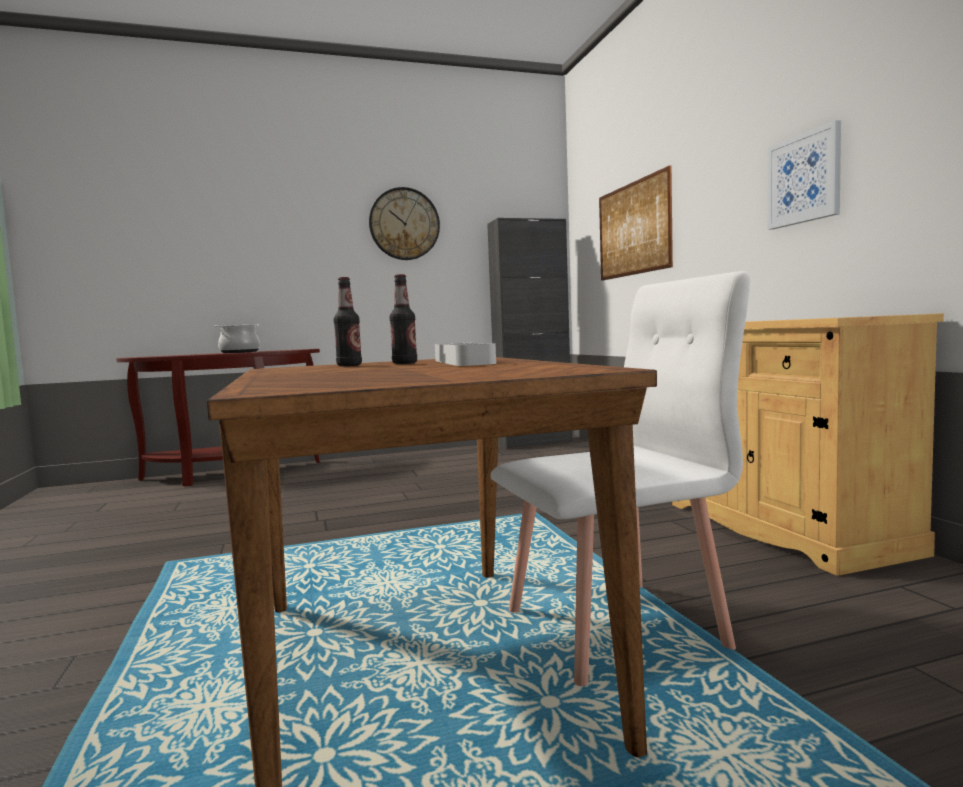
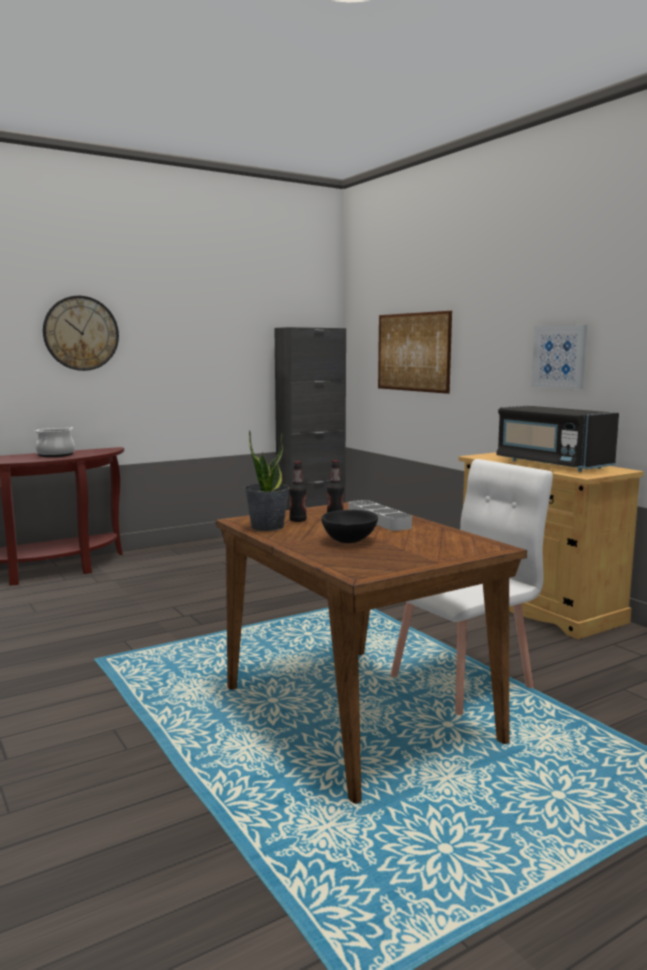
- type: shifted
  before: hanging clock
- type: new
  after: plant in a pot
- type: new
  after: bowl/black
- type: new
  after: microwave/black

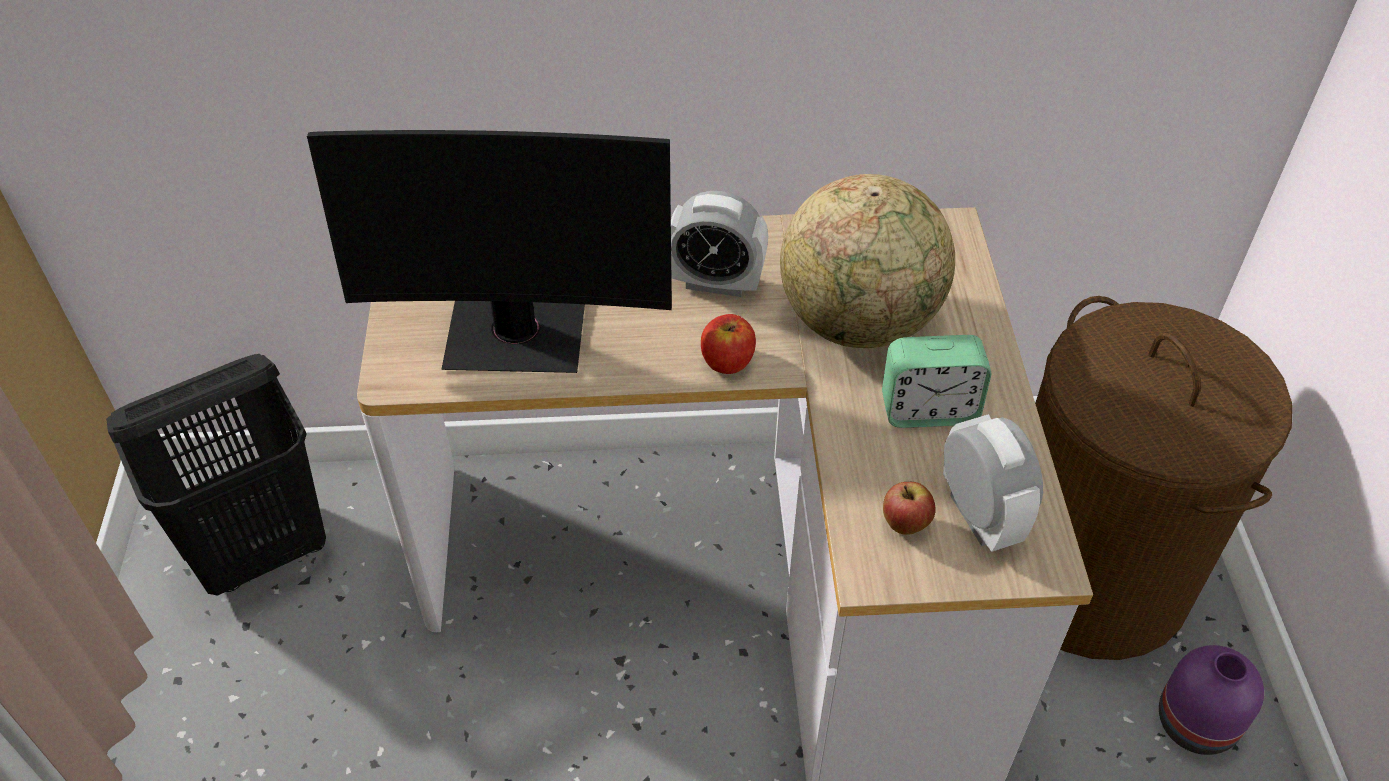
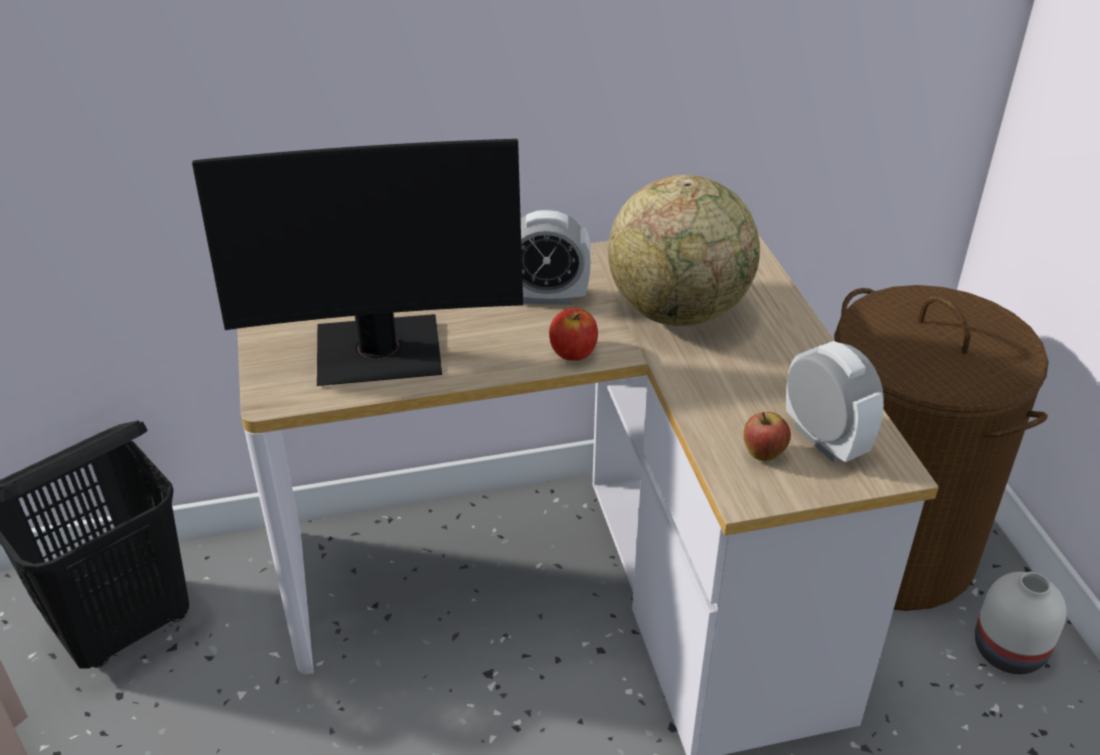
- type: gone
  before: alarm clock (no. 2 from left)
- type: repainted
  before: decorative vase/purple-coloured
  after: decorative vase/white-coloured

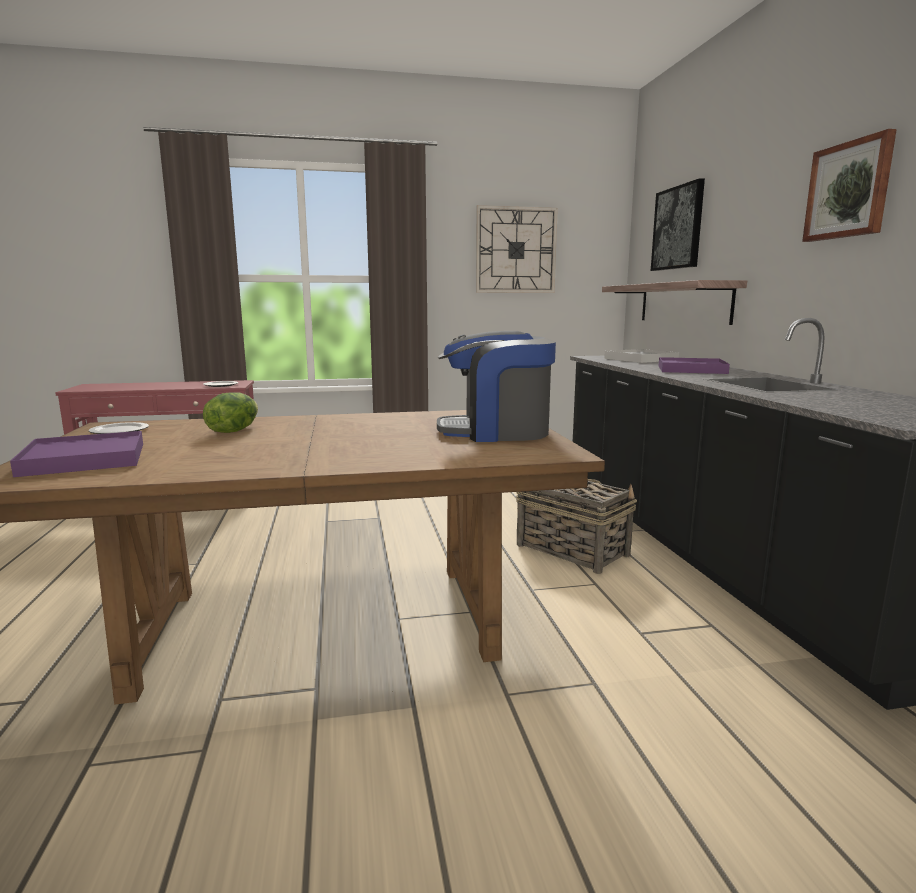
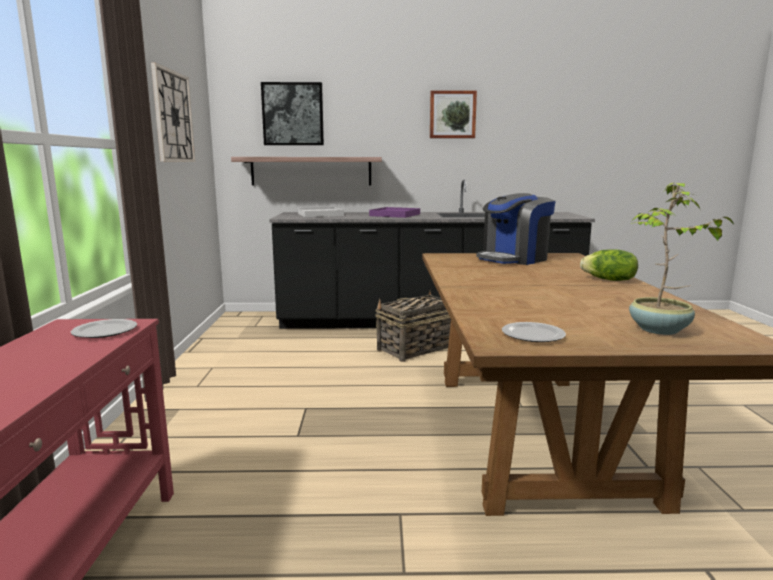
- type: swapped
  before: carrying tray/purple-coloured (no. 1 from left)
  after: plant in a pot
- type: shifted
  before: lettuce
- type: rotated
  before: coffee brewer
  turn: 45

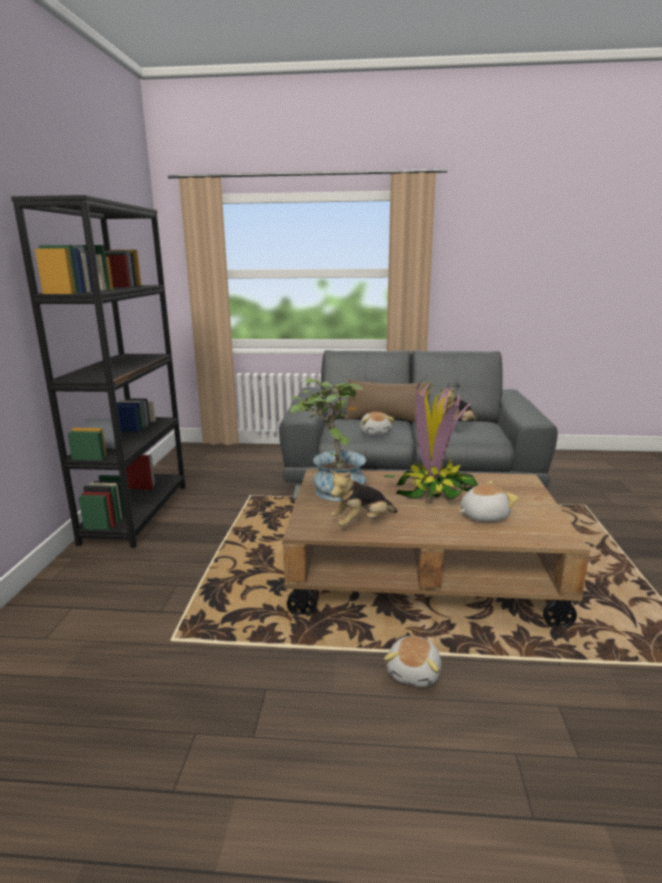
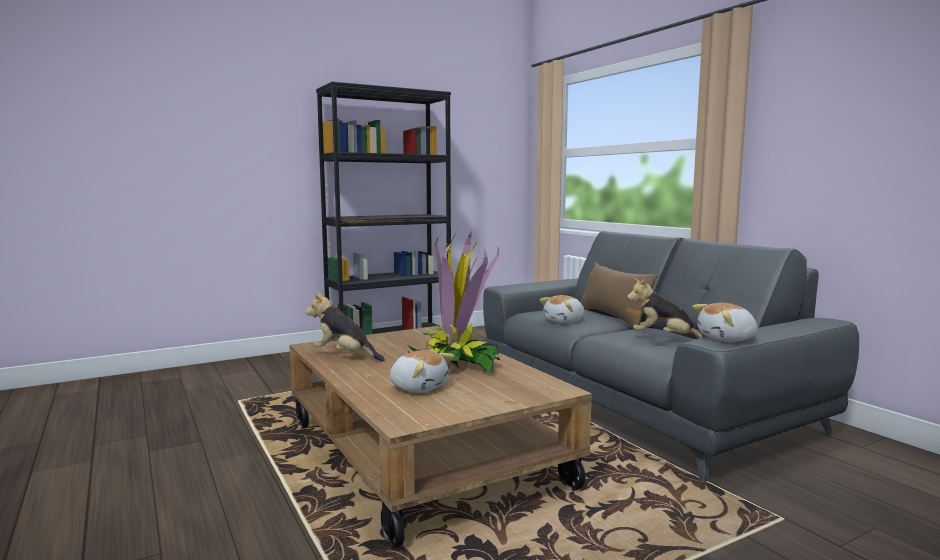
- type: gone
  before: plant in a pot (no. 1 from left)
- type: shifted
  before: cuddly toy (no. 3 from left in the first image)
  after: cuddly toy (no. 5 from left)

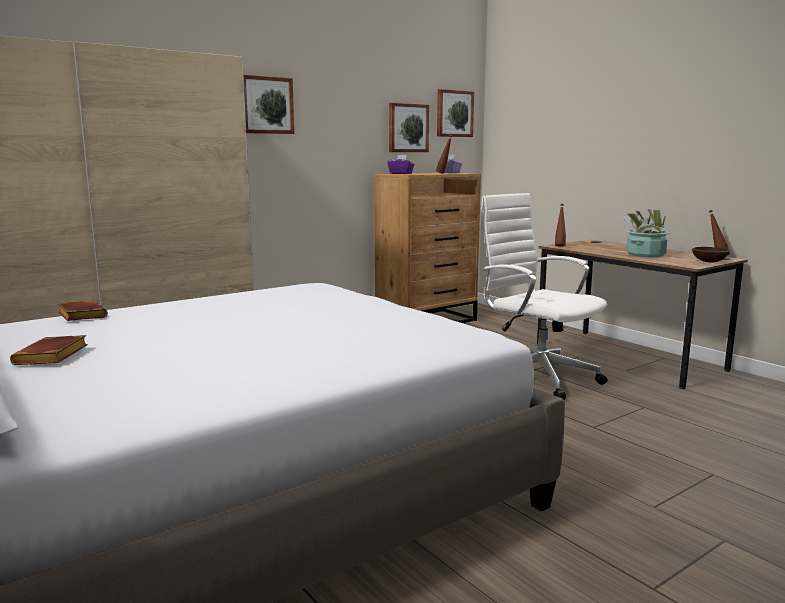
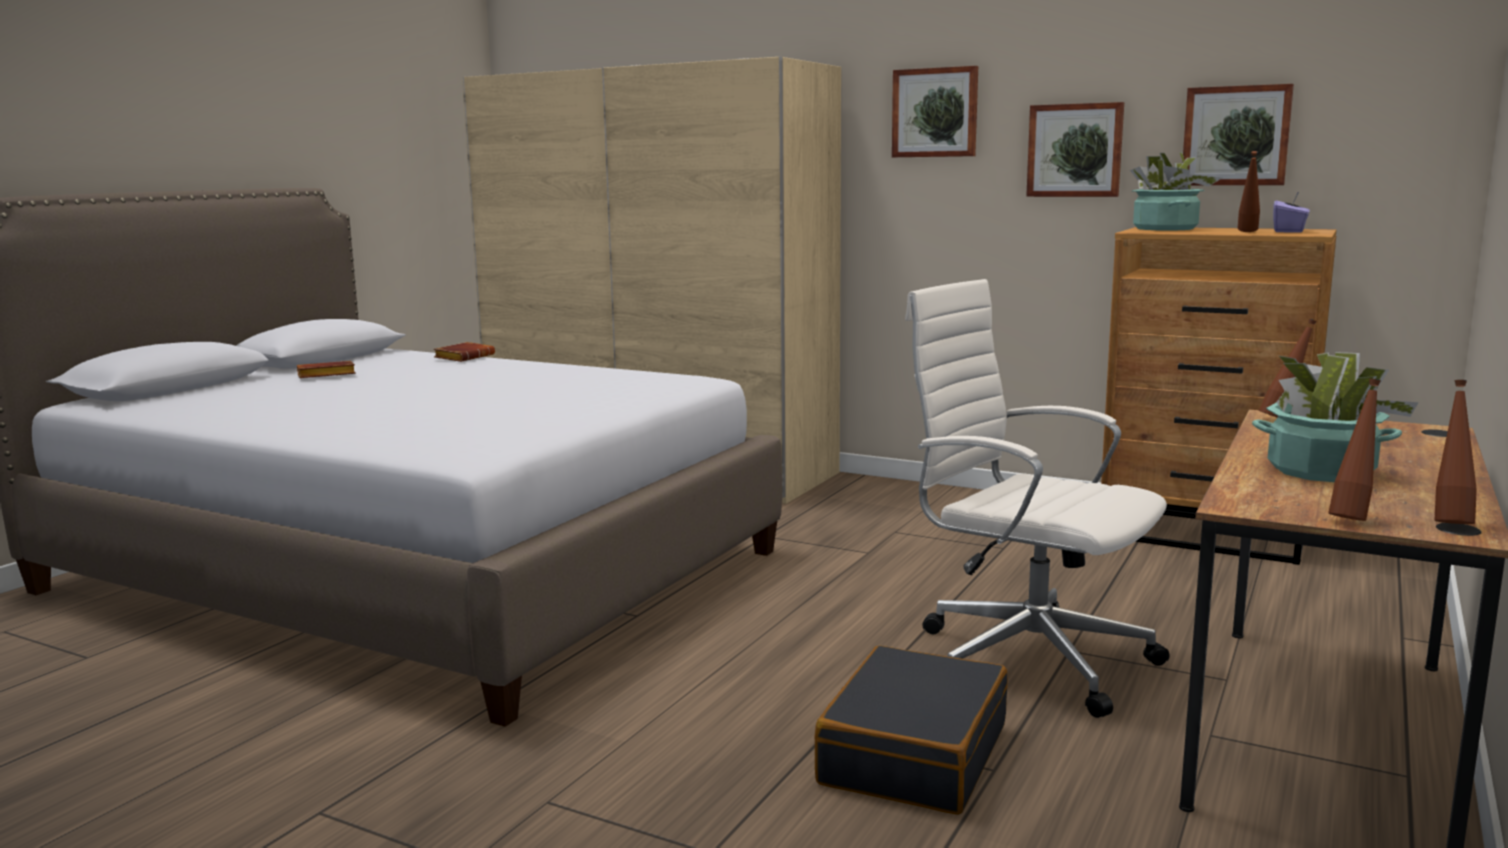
- type: swapped
  before: box of tissues/purple-coloured (no. 1 from left)
  after: plant in a pot (no. 1 from left)
- type: shifted
  before: picture (no. 3 from left in the first image)
  after: picture (no. 2 from left)
- type: rotated
  before: desk chair/white-coloured
  turn: -75
- type: swapped
  before: bowl/brown-coloured
  after: bottle/brown-coloured (no. 3 from left)
- type: new
  after: piece of luggage/black

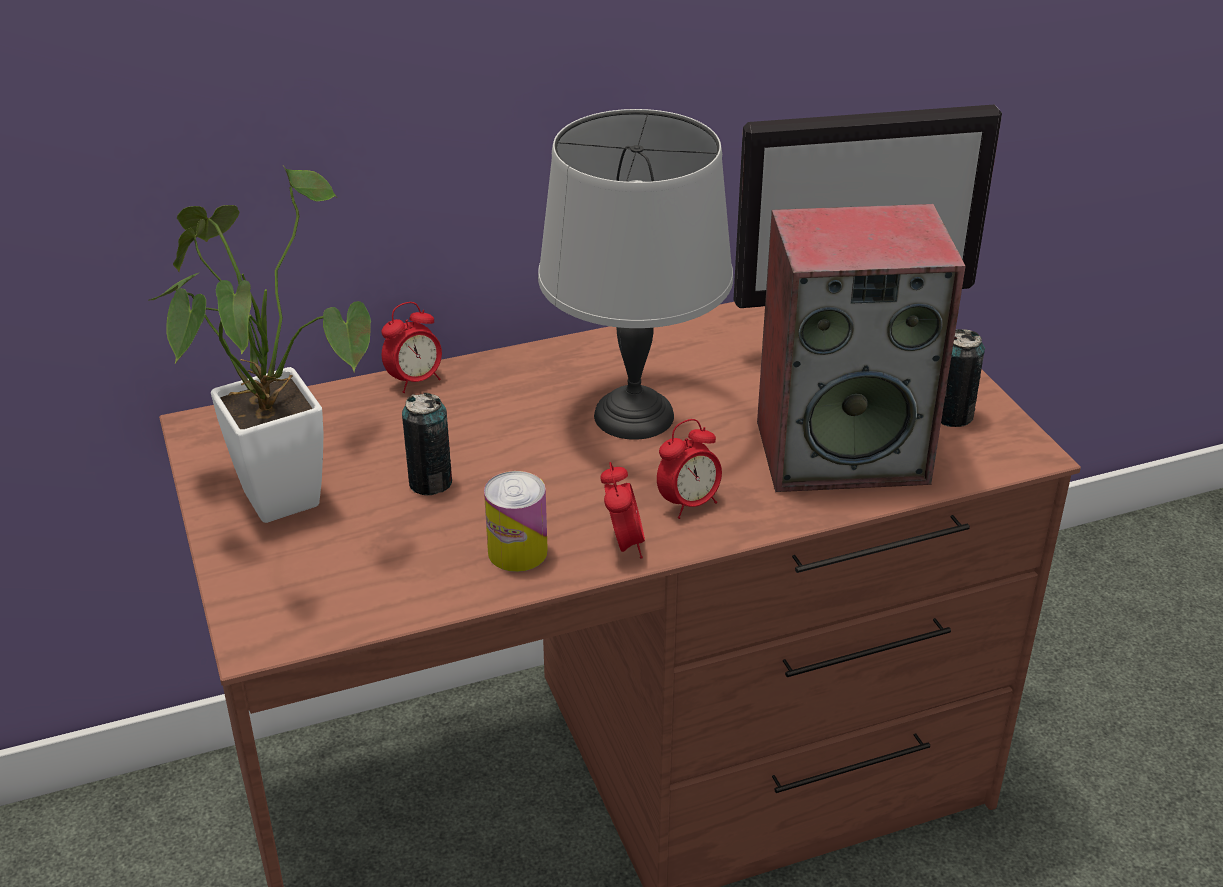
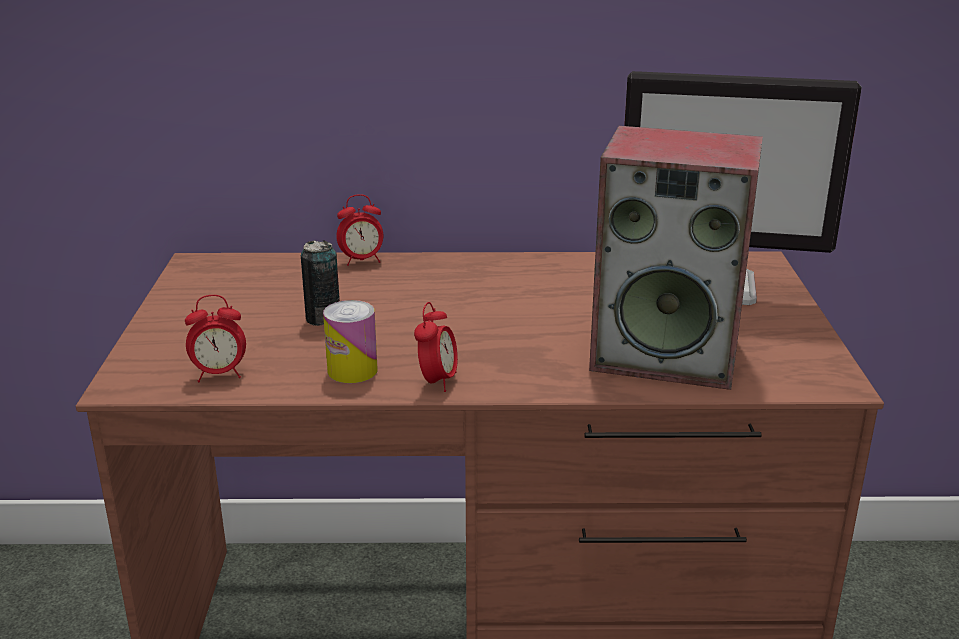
- type: gone
  before: plant in a pot
- type: gone
  before: lamp for a table/grey
- type: shifted
  before: alarm clock (no. 3 from left in the first image)
  after: alarm clock (no. 1 from left)
- type: gone
  before: metal can (no. 3 from left)

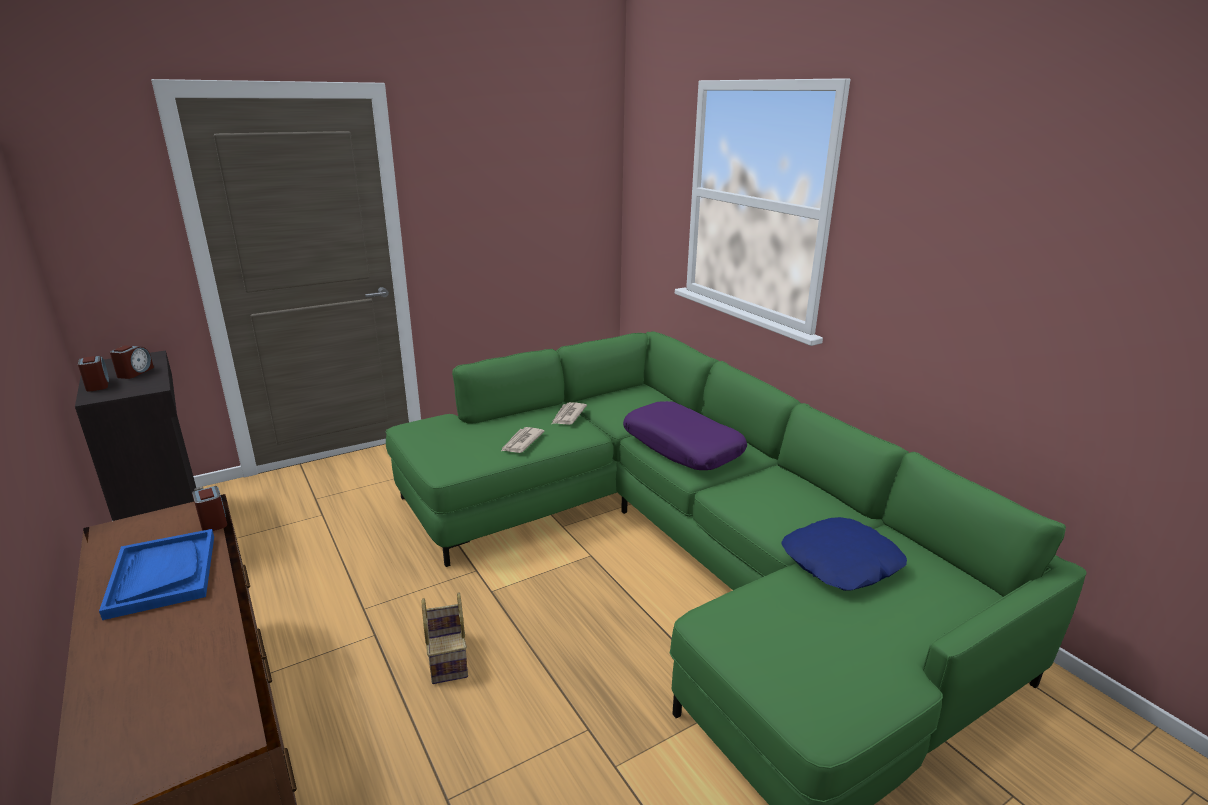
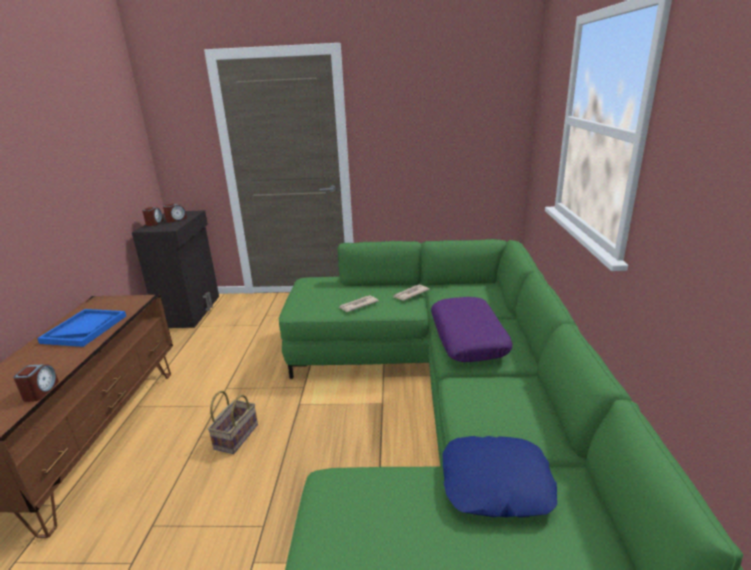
- type: shifted
  before: alarm clock (no. 3 from left in the first image)
  after: alarm clock (no. 1 from left)

